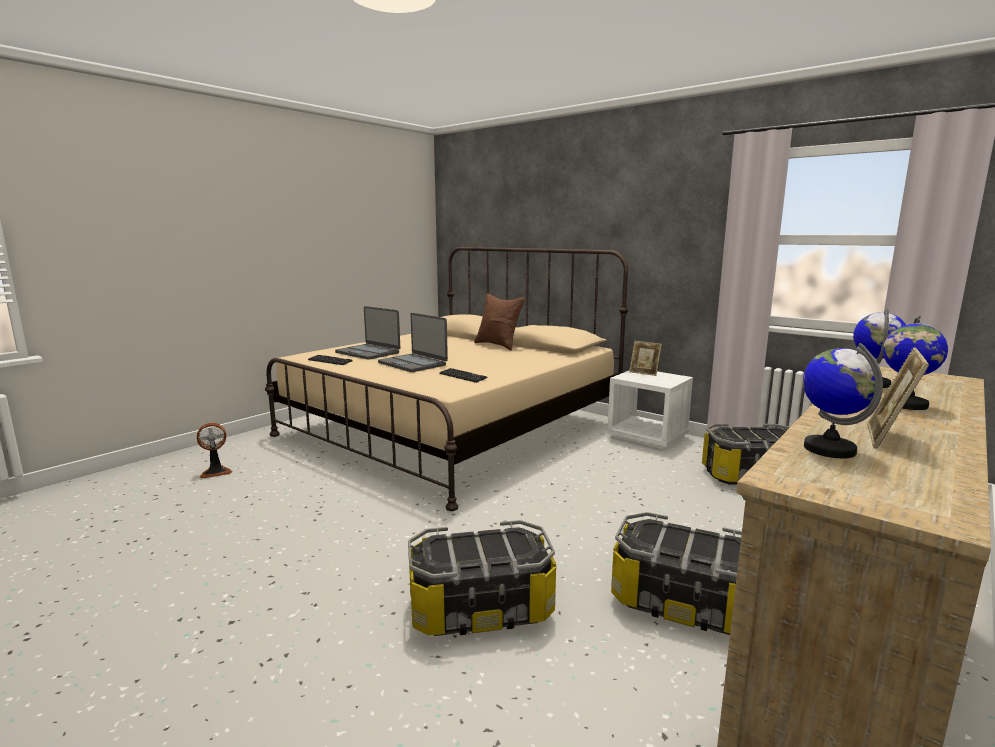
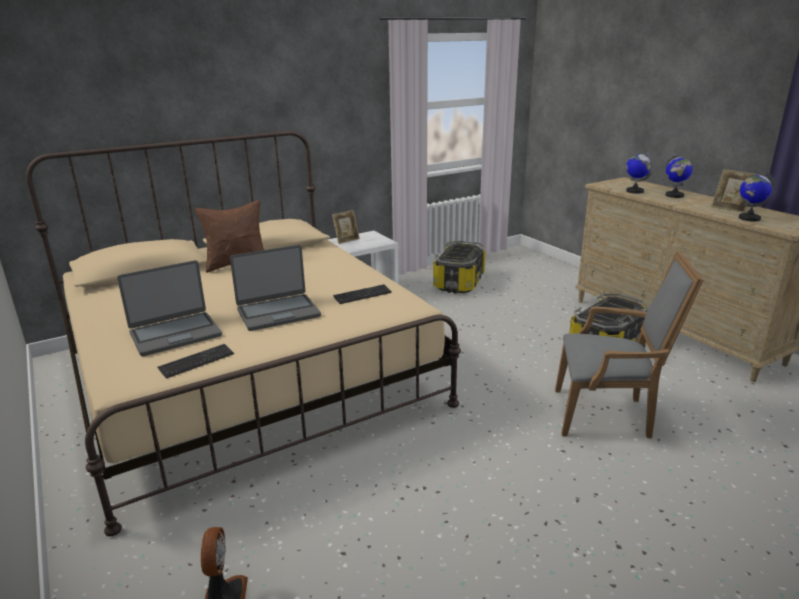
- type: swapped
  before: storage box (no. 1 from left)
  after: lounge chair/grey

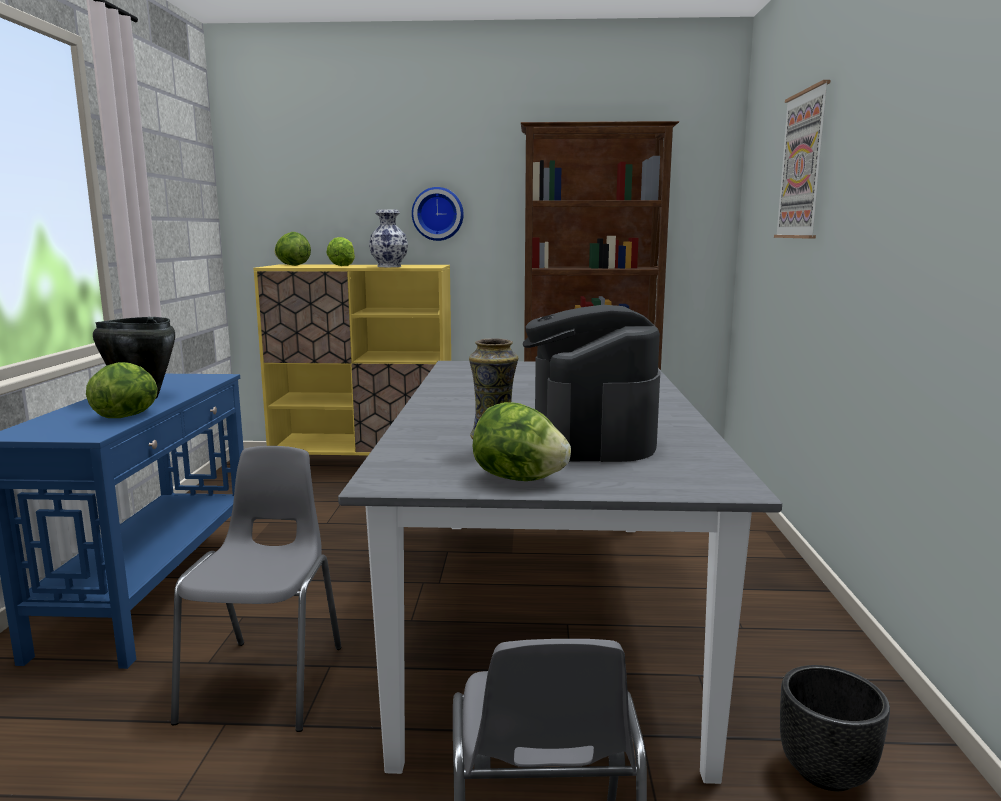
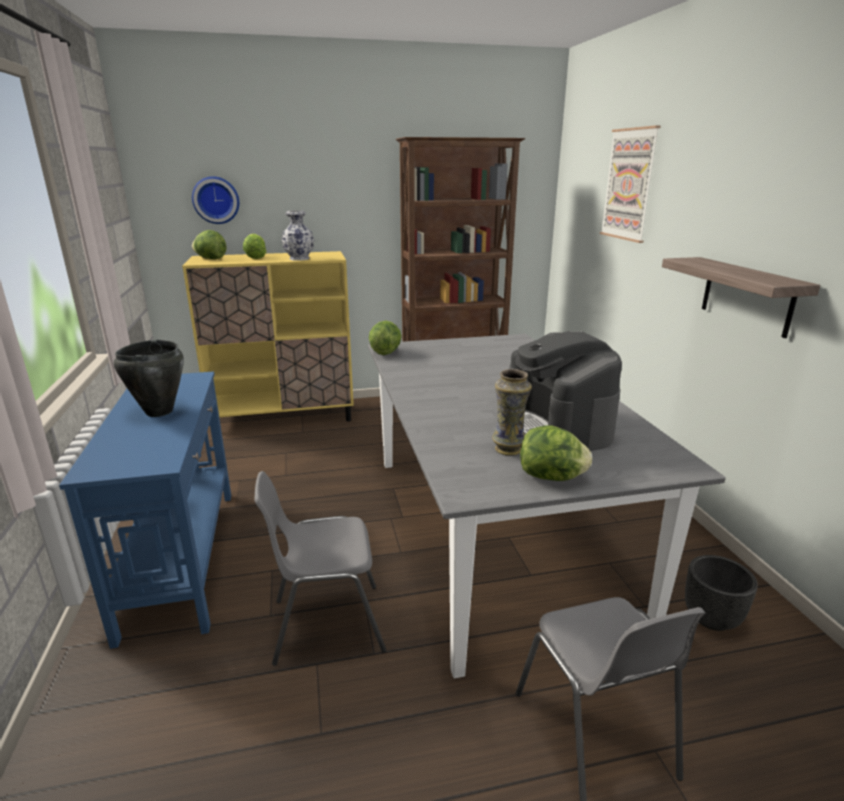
- type: shifted
  before: lettuce (no. 1 from left in the first image)
  after: lettuce (no. 3 from left)
- type: rotated
  before: plain chair/grey (no. 1 from left)
  turn: -90
- type: shifted
  before: hanging clock
- type: new
  after: bracket shelf

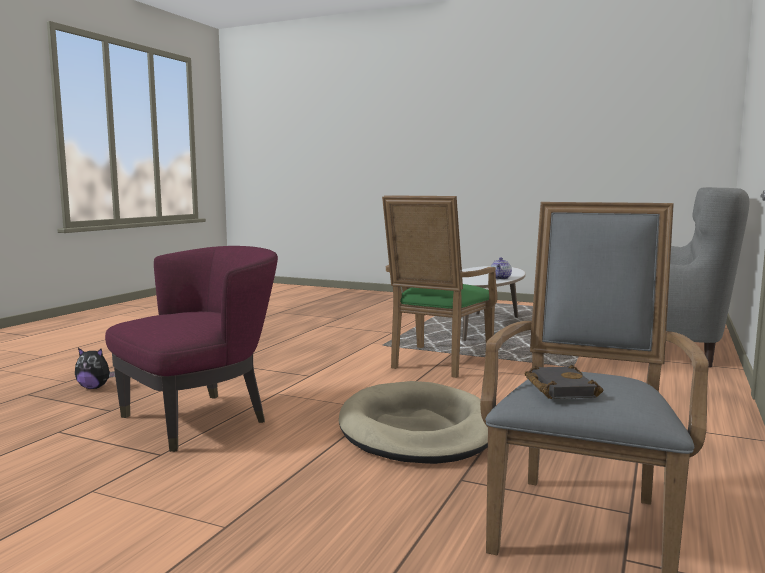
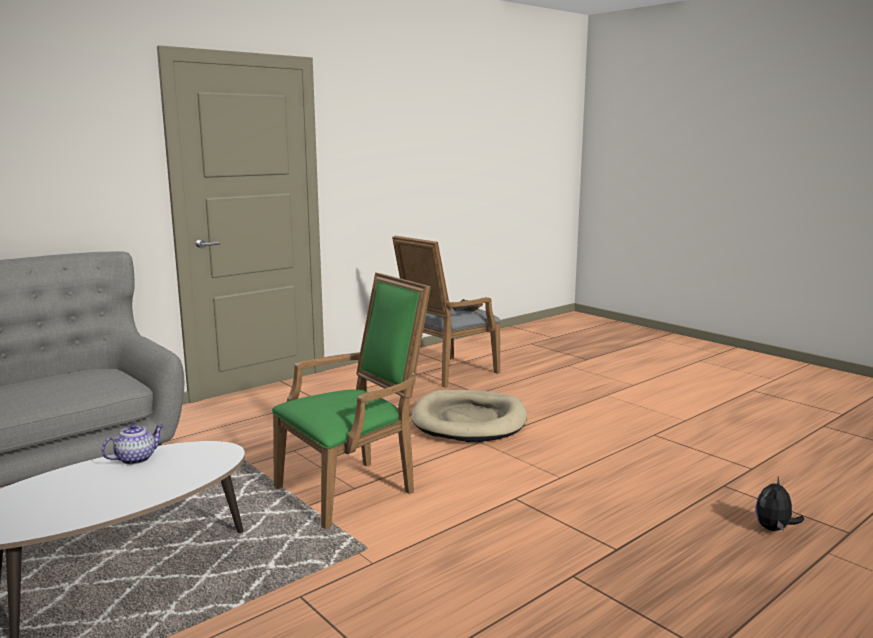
- type: rotated
  before: cuddly toy
  turn: -90
- type: gone
  before: lounge chair/purple-coloured

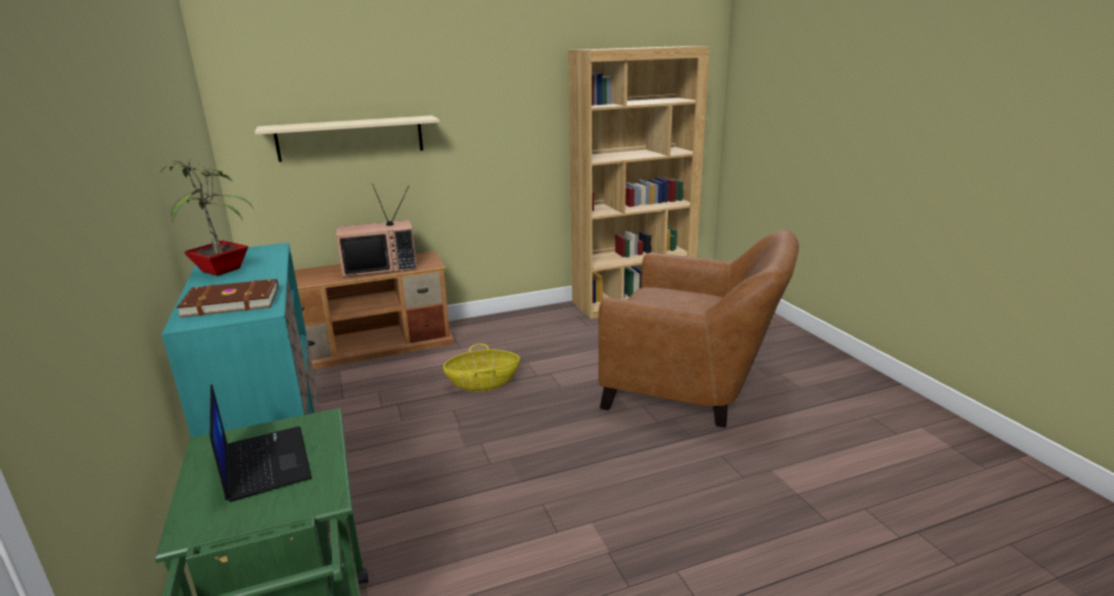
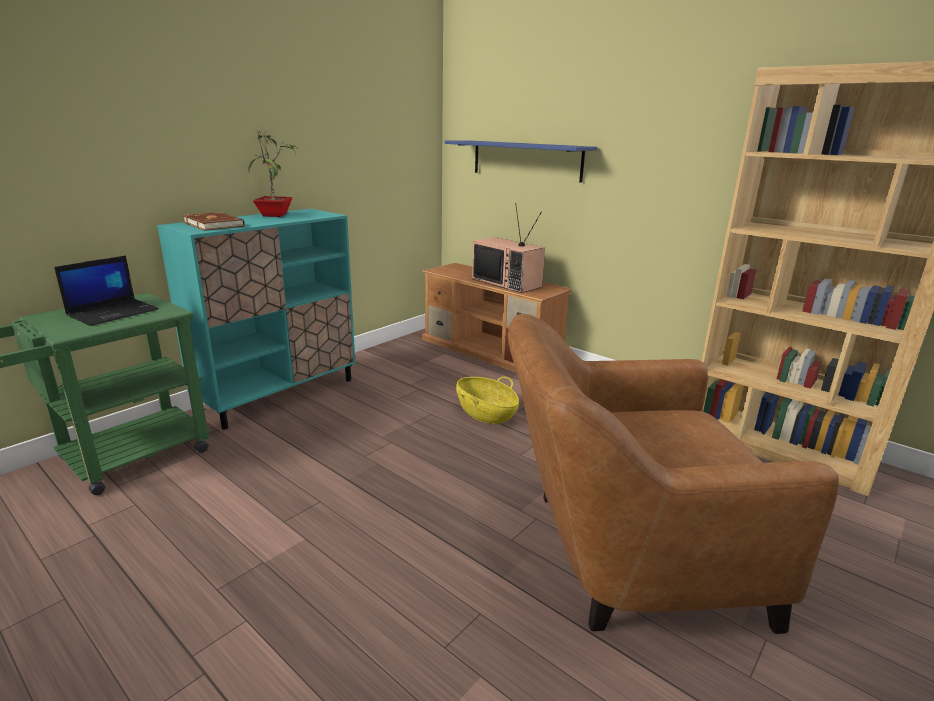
- type: repainted
  before: bracket shelf/beige-coloured
  after: bracket shelf/blue-coloured
- type: rotated
  before: lounge chair/brown-coloured
  turn: 90

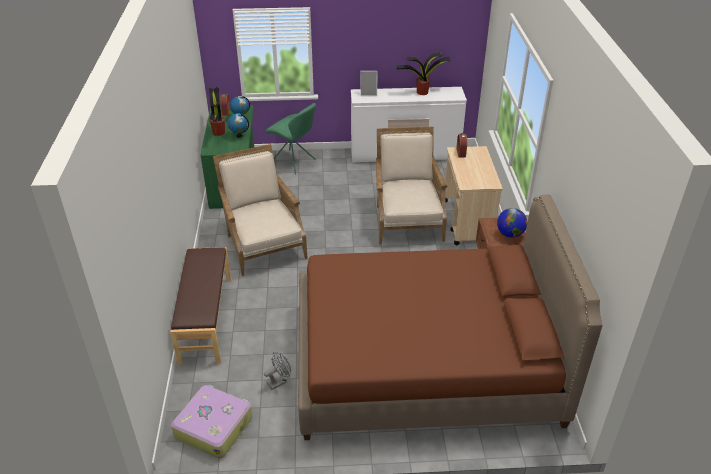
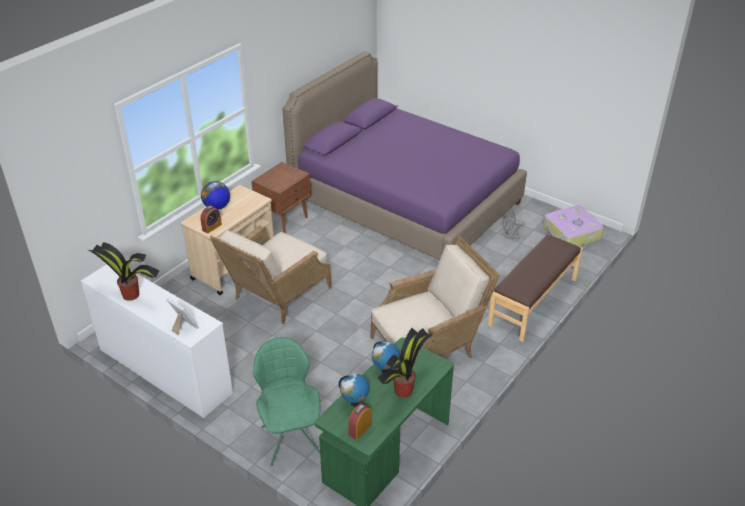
- type: rotated
  before: lounge chair/beige-coloured (no. 1 from left in the first image)
  turn: -135
- type: repainted
  before: sleeping bed/brown-coloured
  after: sleeping bed/purple-coloured
- type: shifted
  before: desk globe (no. 3 from left in the first image)
  after: desk globe (no. 1 from left)

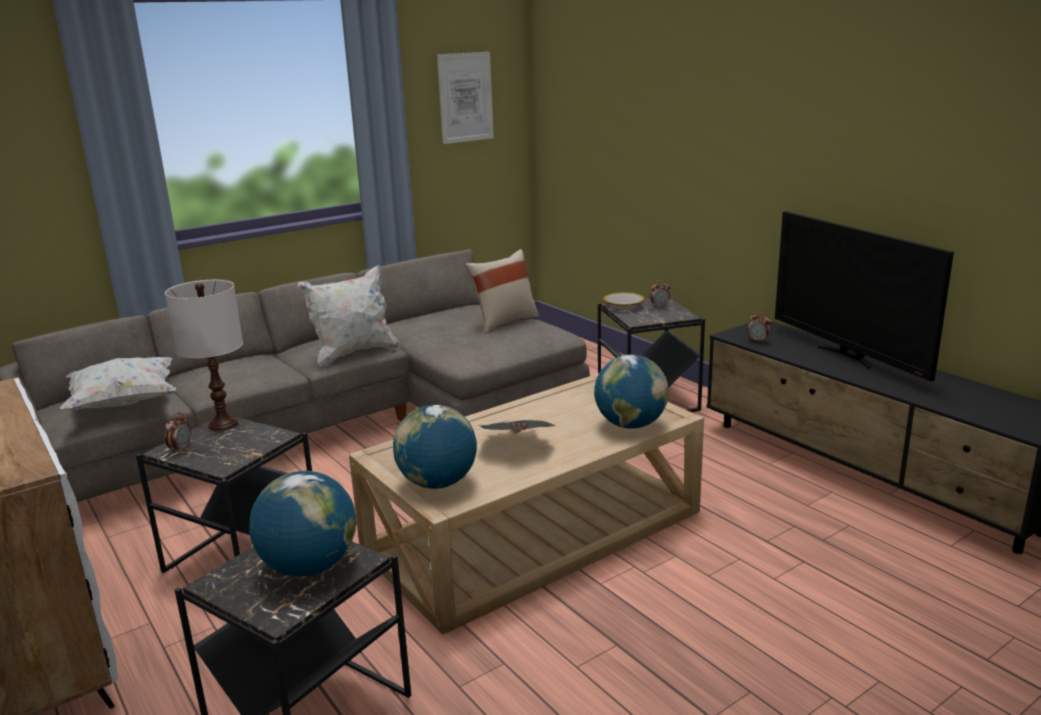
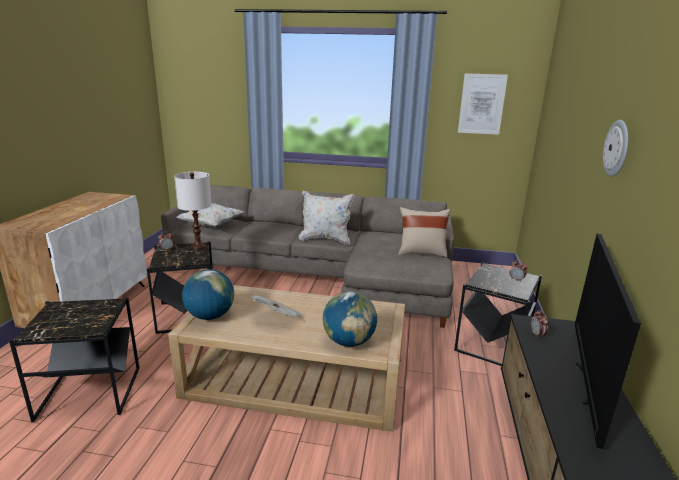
- type: gone
  before: desk globe (no. 1 from left)
- type: gone
  before: bowl
- type: new
  after: hanging clock

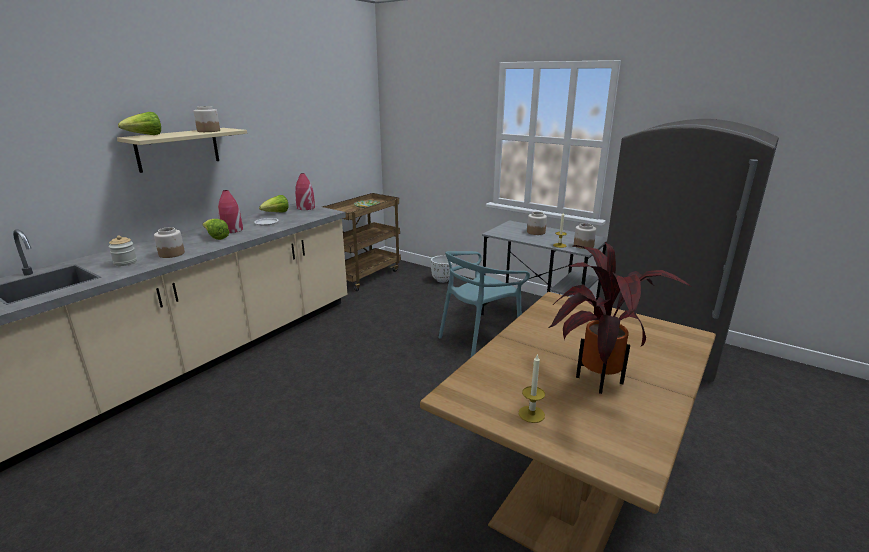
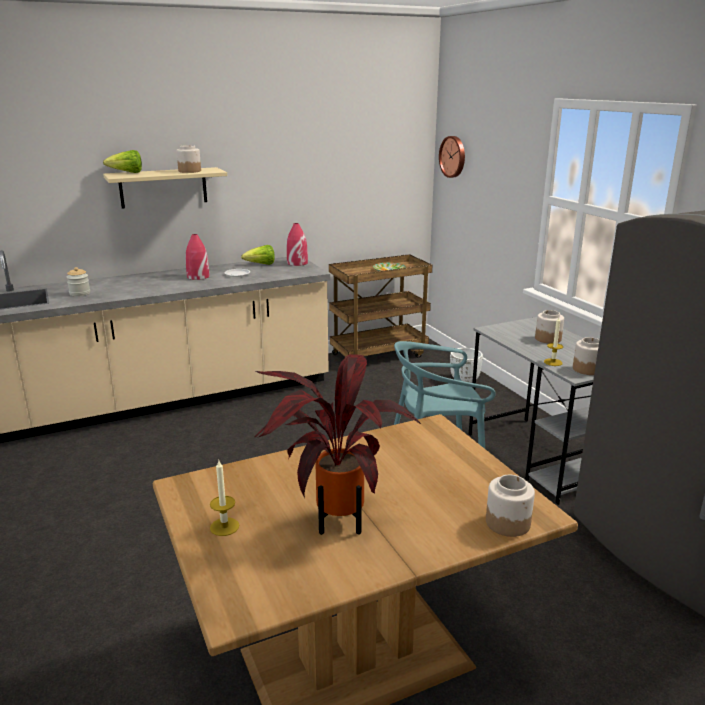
- type: shifted
  before: preserve jar (no. 2 from left in the first image)
  after: preserve jar (no. 3 from left)
- type: gone
  before: lettuce (no. 2 from left)
- type: new
  after: hanging clock

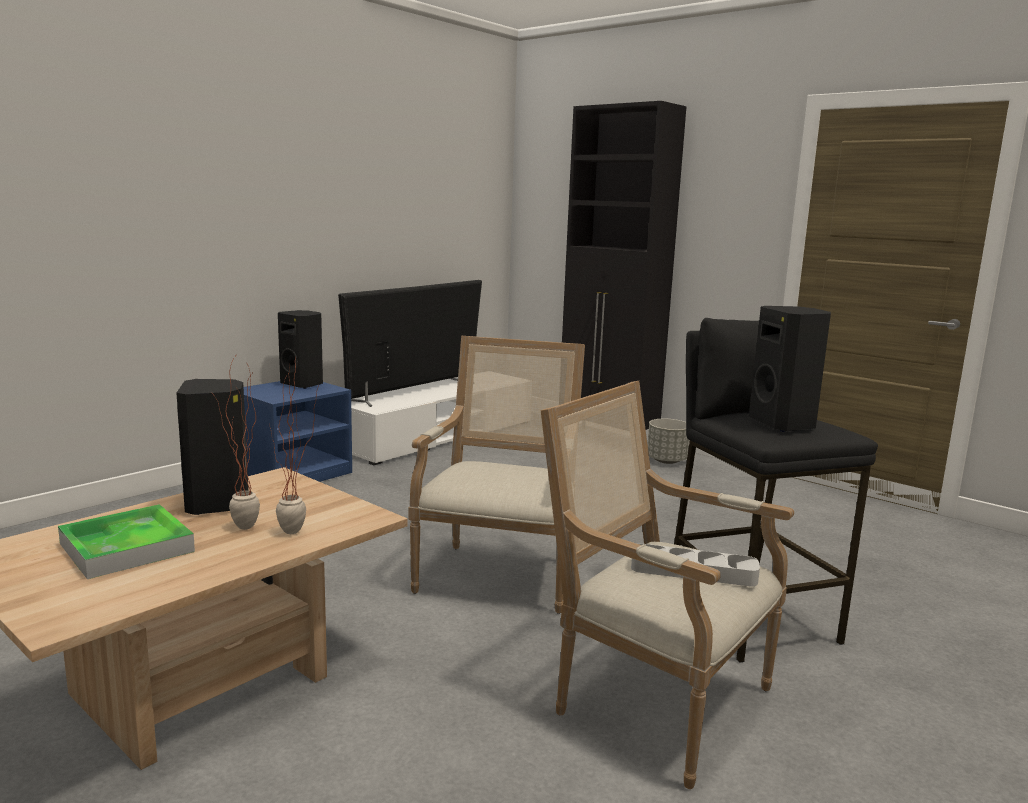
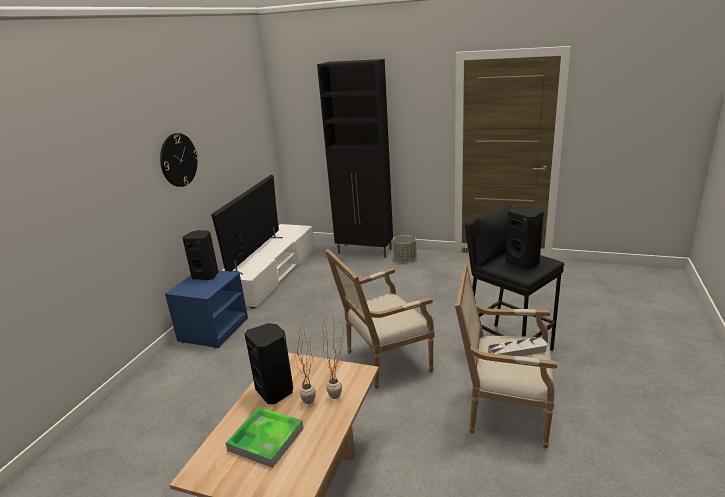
- type: rotated
  before: lounge chair (no. 1 from left)
  turn: -105
- type: new
  after: hanging clock

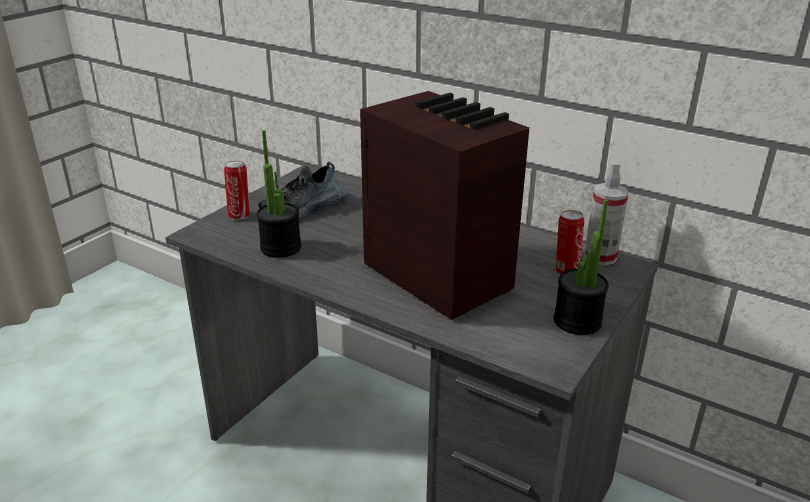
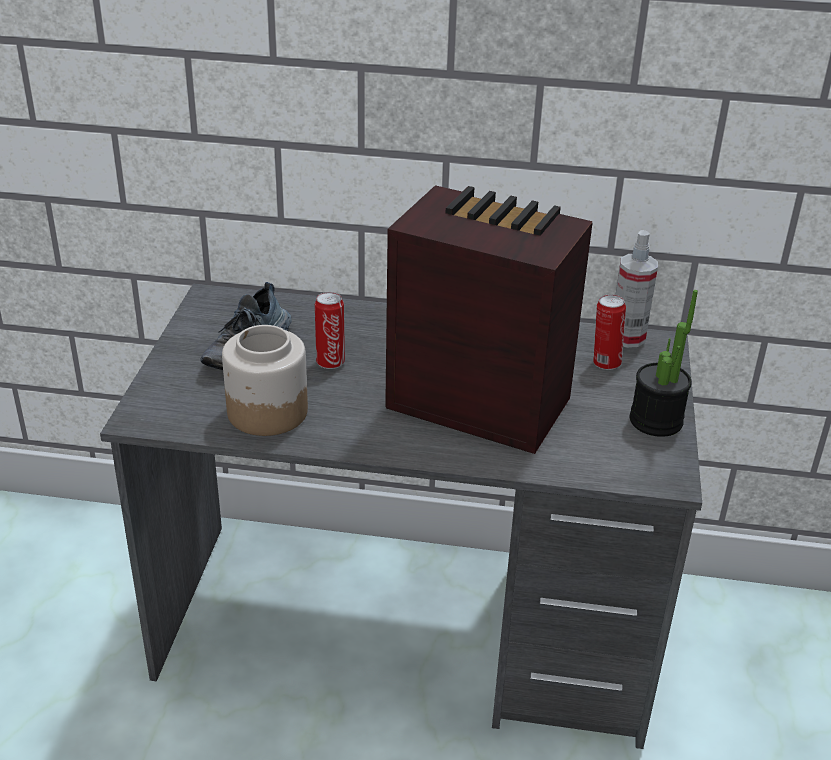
- type: shifted
  before: metal can (no. 1 from left)
- type: swapped
  before: plant in a pot (no. 1 from left)
  after: preserve jar

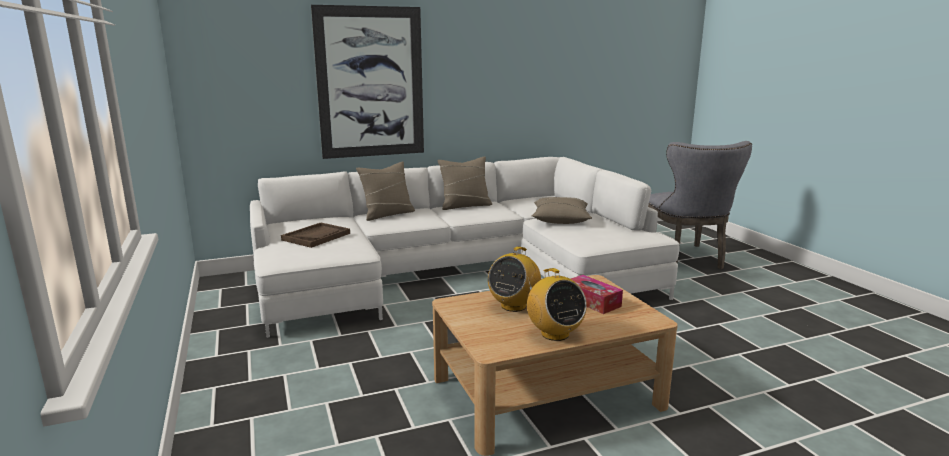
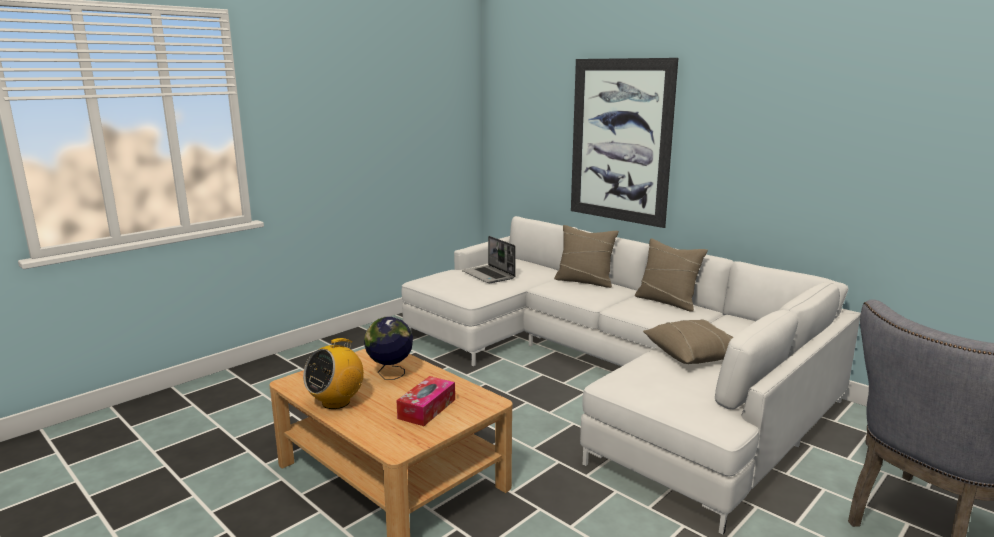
- type: swapped
  before: carrying tray/brown-coloured
  after: notebook computer
- type: swapped
  before: radio receiver (no. 1 from left)
  after: desk globe

